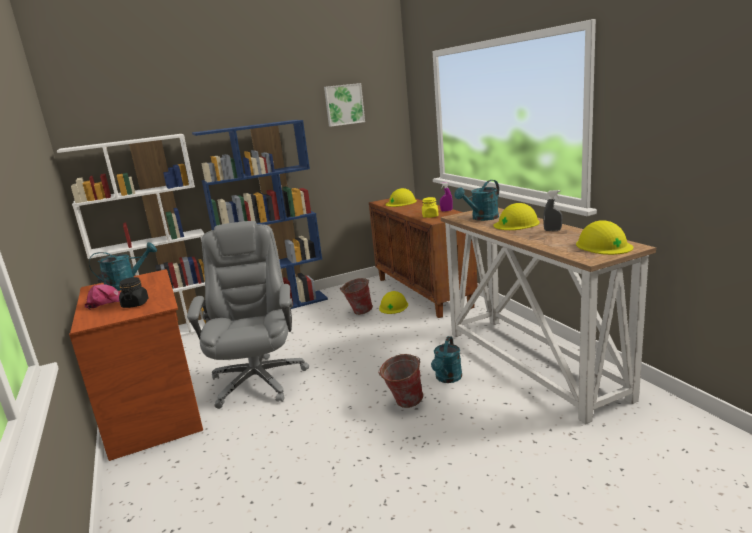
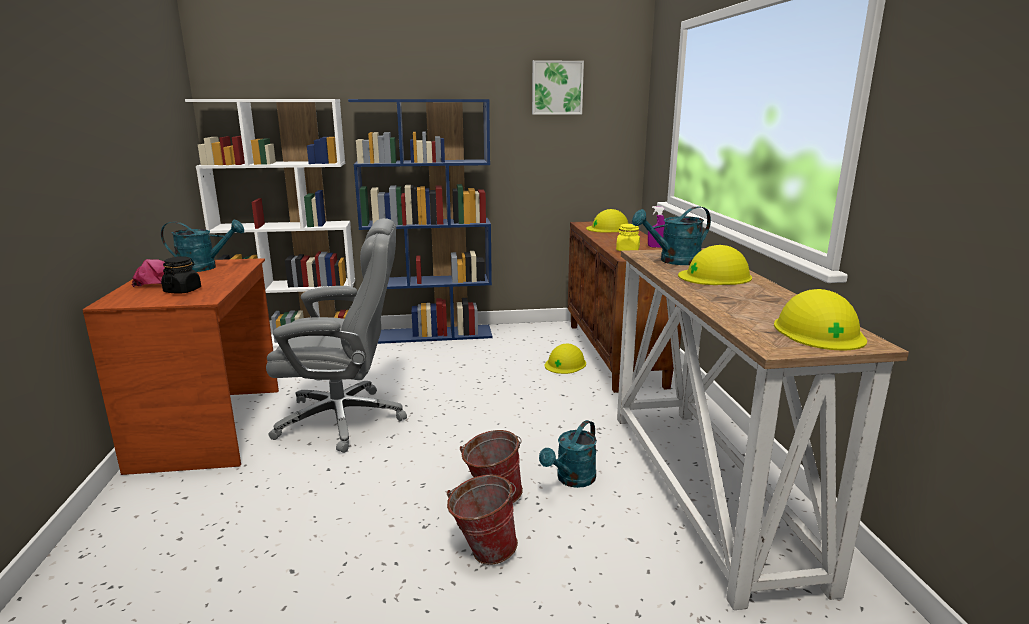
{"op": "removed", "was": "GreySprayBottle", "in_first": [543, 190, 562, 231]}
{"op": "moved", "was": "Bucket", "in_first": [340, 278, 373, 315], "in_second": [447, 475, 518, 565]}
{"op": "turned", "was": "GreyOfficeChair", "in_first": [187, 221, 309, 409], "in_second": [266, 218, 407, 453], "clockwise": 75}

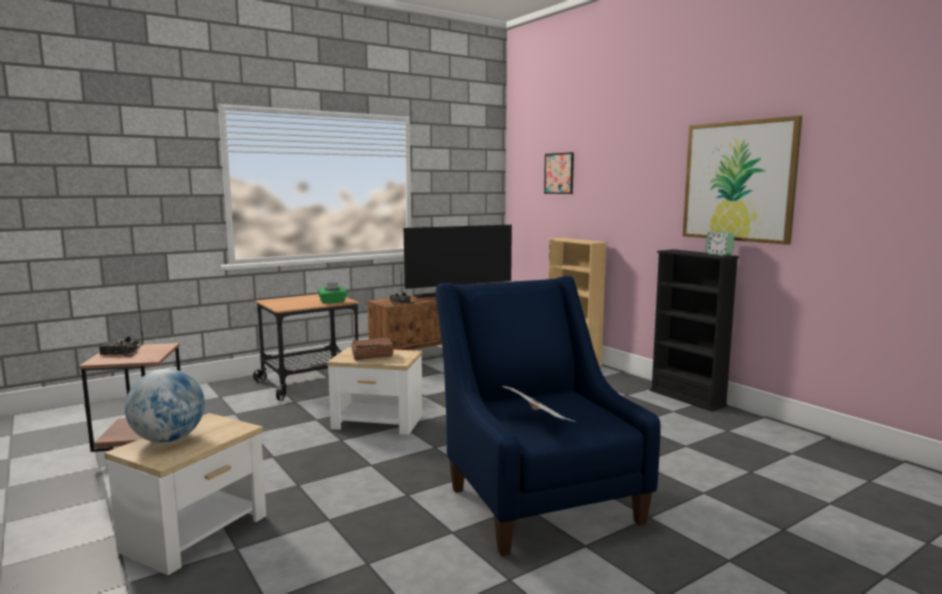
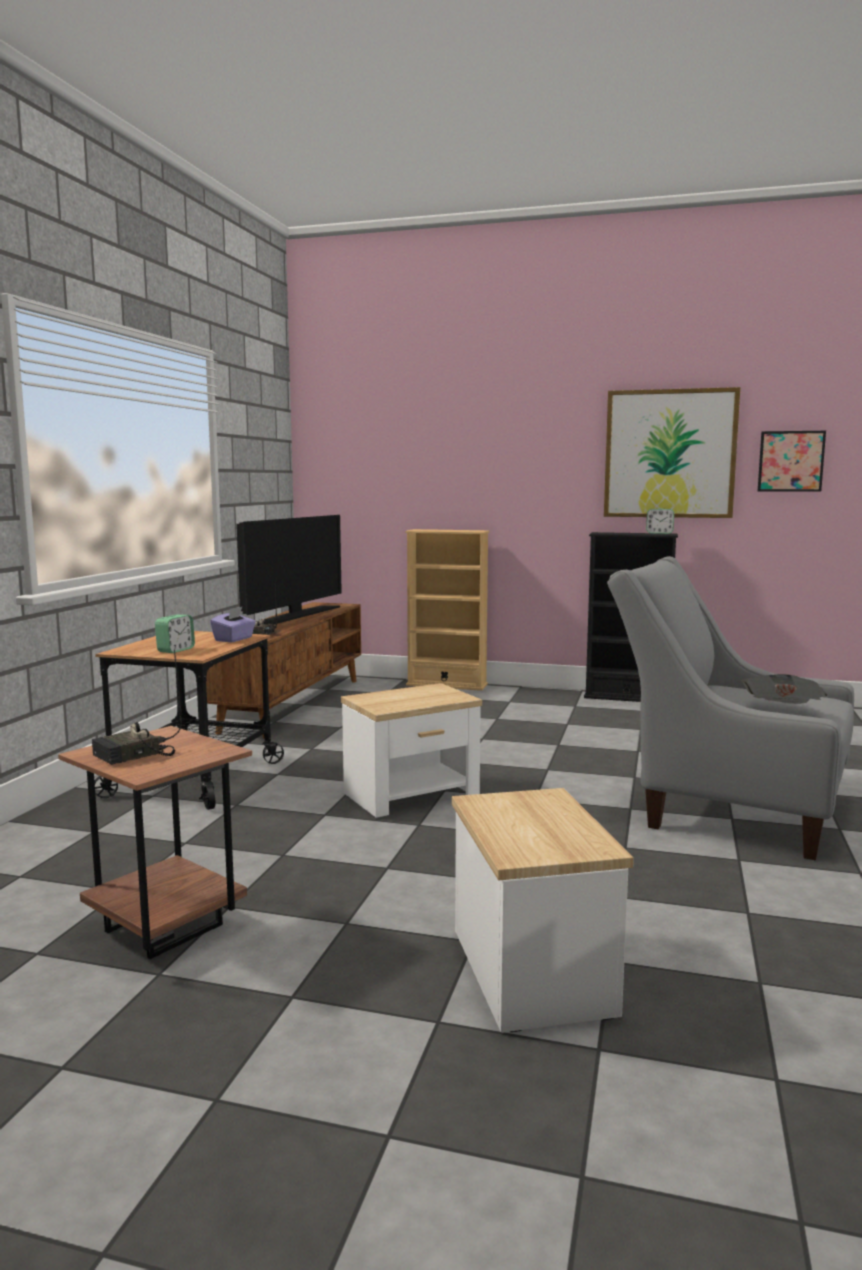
{"op": "removed", "was": "Globe", "in_first": [125, 369, 205, 443]}
{"op": "removed", "was": "BrownBook", "in_first": [351, 338, 394, 361]}
{"op": "added", "now": "AlarmClock", "in_second": [155, 615, 195, 653]}
{"op": "moved", "was": "Picture", "in_first": [544, 152, 574, 194], "in_second": [758, 431, 826, 492]}
{"op": "recoloured", "was": "GreenTissueBox", "now": "PurpleTissueBox", "in_first": [318, 283, 347, 304], "in_second": [210, 607, 256, 642]}
{"op": "recoloured", "was": "BlueArmchair", "now": "GreyArmchair", "in_first": [435, 276, 661, 556], "in_second": [607, 556, 854, 860]}

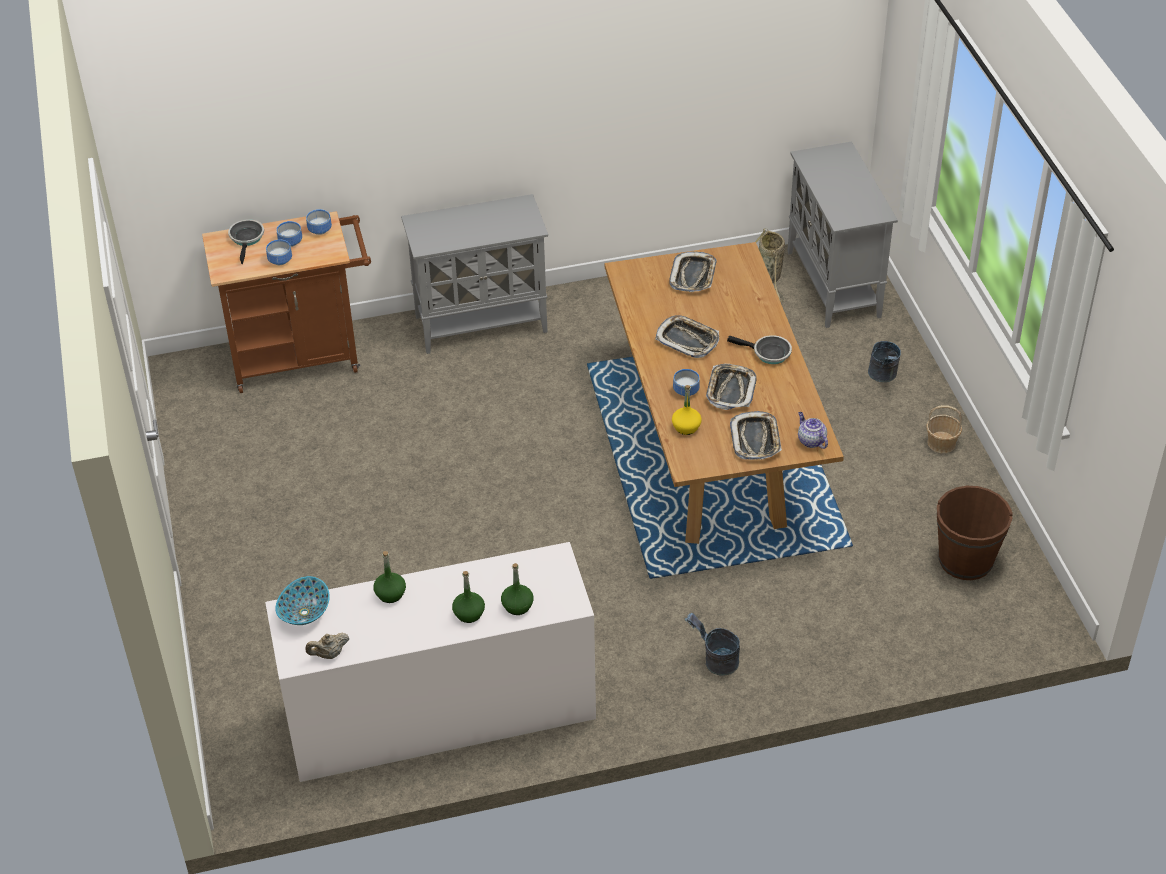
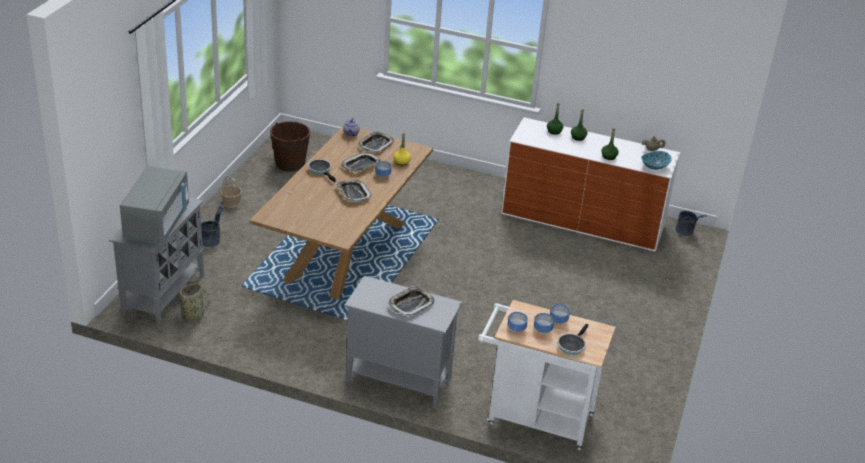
{"op": "added", "now": "GreyMicrowave", "in_second": [120, 166, 189, 244]}
{"op": "moved", "was": "Tray", "in_first": [669, 252, 717, 292], "in_second": [388, 286, 435, 317]}
{"op": "moved", "was": "GreyBucket", "in_first": [685, 613, 740, 676], "in_second": [675, 211, 707, 236]}
{"op": "recoloured", "was": "BrownCart", "now": "WhiteCart", "in_first": [202, 211, 371, 393], "in_second": [478, 300, 616, 450]}

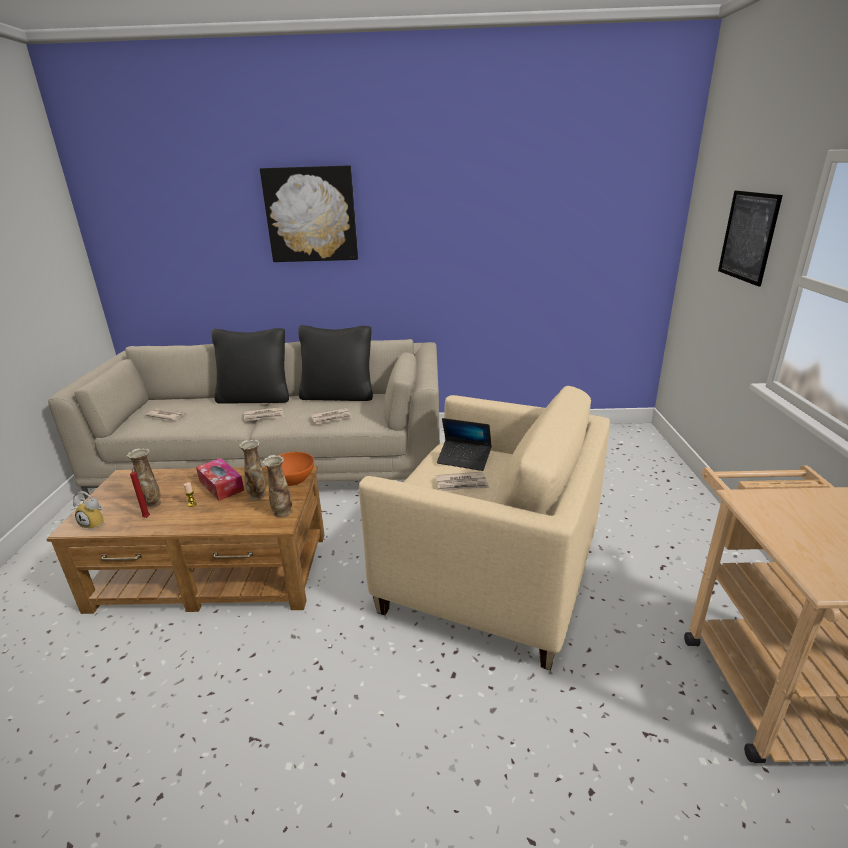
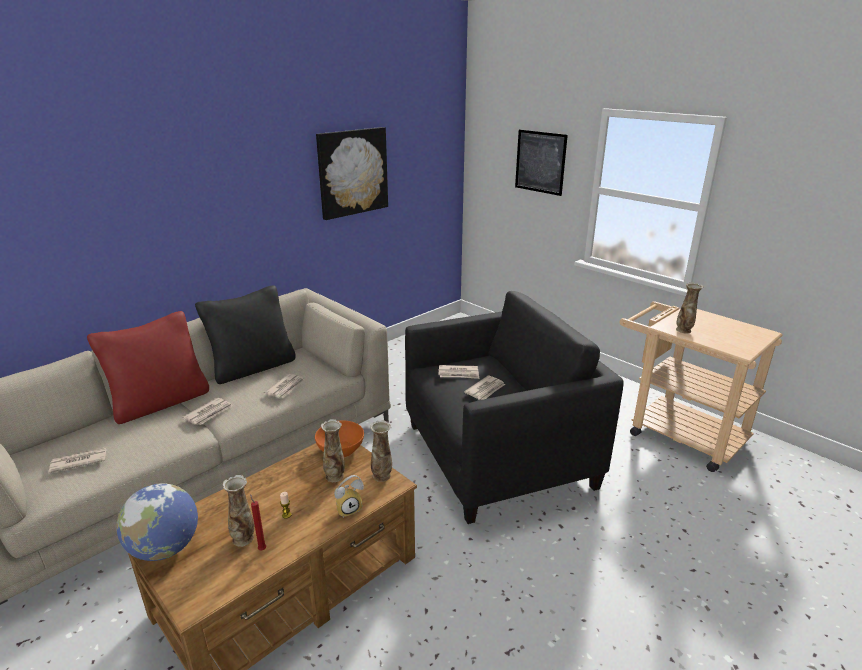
{"op": "removed", "was": "TissueBox", "in_first": [196, 458, 244, 501]}
{"op": "added", "now": "Globe", "in_second": [116, 483, 198, 561]}
{"op": "added", "now": "Vase", "in_second": [676, 282, 704, 333]}
{"op": "moved", "was": "AlarmClock", "in_first": [72, 491, 105, 529], "in_second": [334, 475, 364, 518]}
{"op": "moved", "was": "Picture", "in_first": [260, 165, 358, 262], "in_second": [316, 127, 388, 220]}
{"op": "replaced", "was": "Laptop", "now": "Newspaper", "in_first": [437, 418, 492, 471], "in_second": [439, 365, 479, 379]}
{"op": "recoloured", "was": "BlackPillow", "now": "RedPillow", "in_first": [212, 328, 289, 404], "in_second": [87, 311, 209, 424]}
{"op": "recoloured", "was": "BeigeArmchair", "now": "BlackArmchair", "in_first": [359, 386, 610, 671], "in_second": [405, 291, 624, 524]}

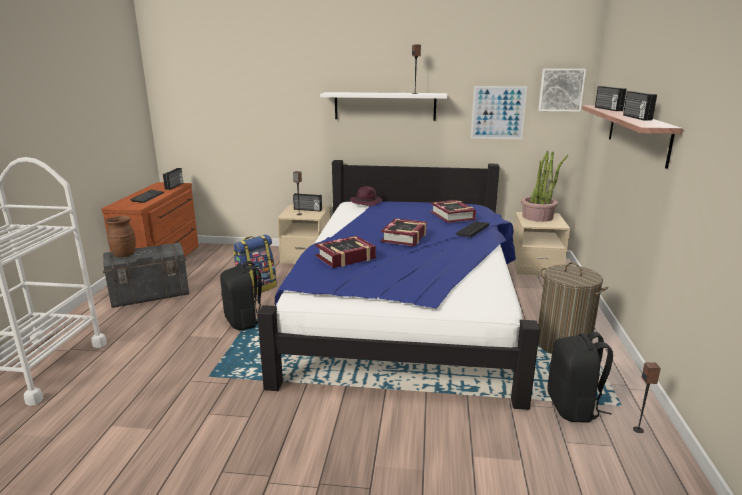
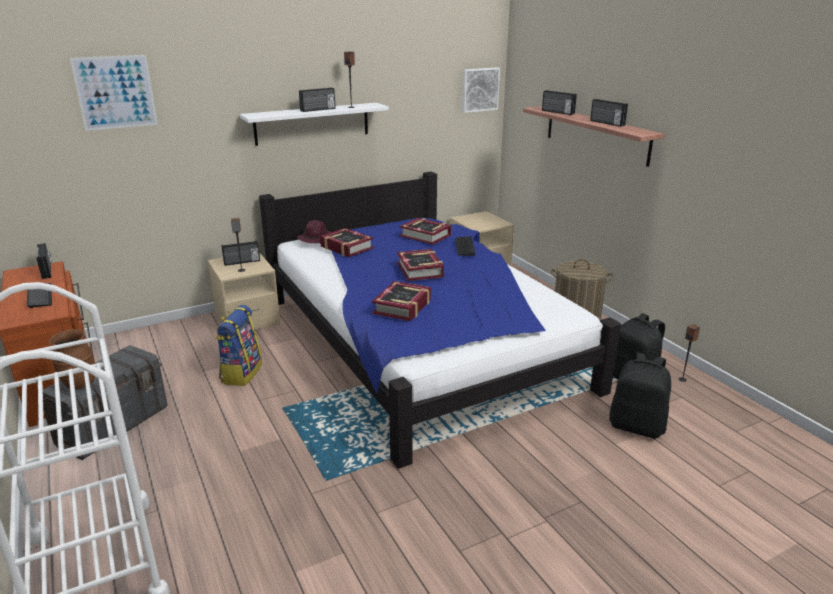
{"op": "removed", "was": "PottedPlant", "in_first": [521, 151, 568, 222]}
{"op": "added", "now": "Radio", "in_second": [299, 88, 336, 112]}
{"op": "added", "now": "Book", "in_second": [320, 228, 374, 257]}
{"op": "moved", "was": "BlackBackpack", "in_first": [220, 261, 262, 330], "in_second": [609, 352, 671, 439]}
{"op": "moved", "was": "Picture", "in_first": [471, 86, 527, 139], "in_second": [70, 55, 158, 131]}

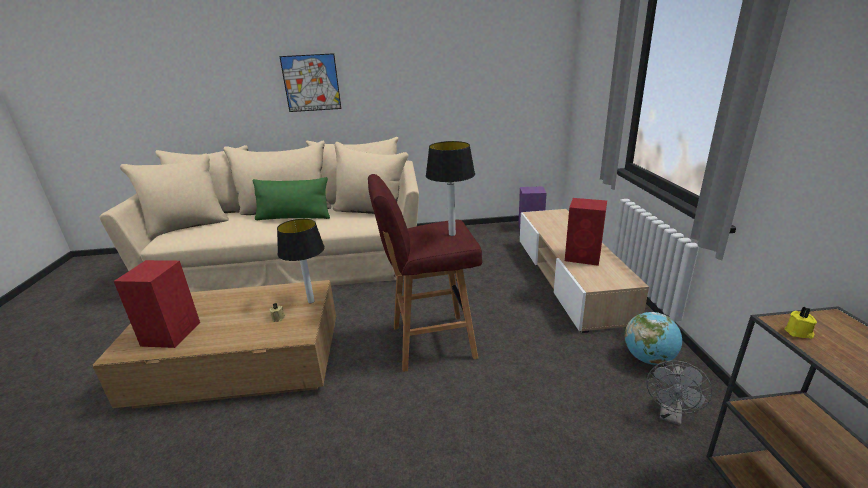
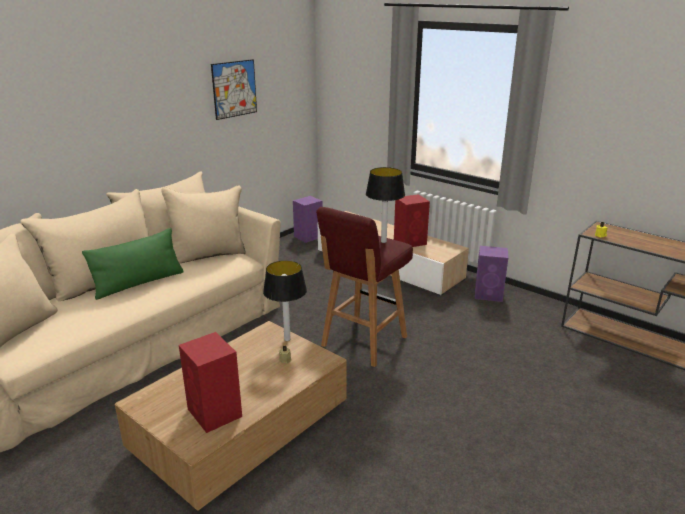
{"op": "removed", "was": "GreyFan", "in_first": [646, 360, 712, 425]}
{"op": "moved", "was": "Picture", "in_first": [279, 53, 341, 112], "in_second": [211, 59, 257, 120]}
{"op": "replaced", "was": "Globe", "now": "PurpleSpeaker", "in_first": [624, 312, 682, 365], "in_second": [475, 246, 508, 302]}

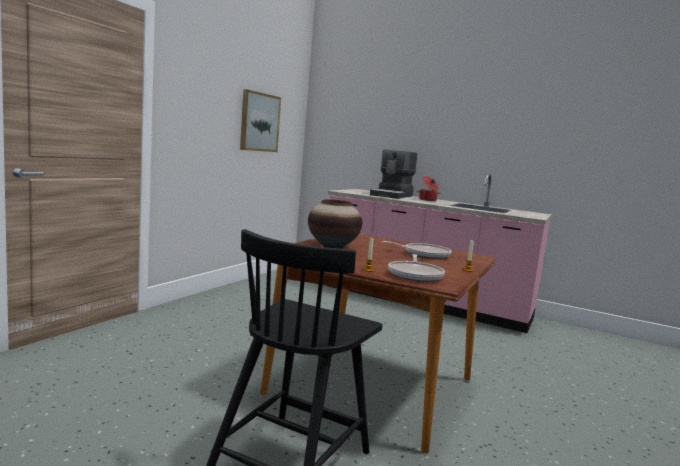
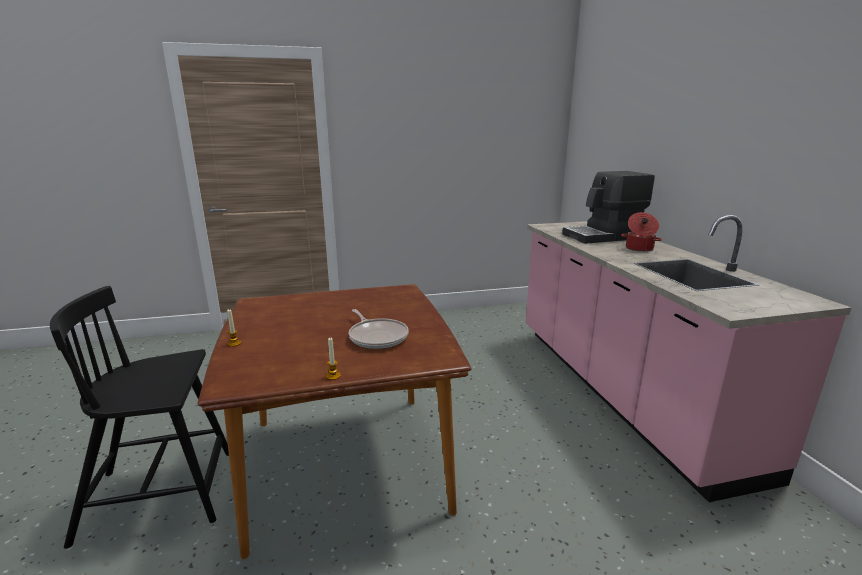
{"op": "removed", "was": "Picture", "in_first": [240, 89, 281, 152]}
{"op": "removed", "was": "Vase", "in_first": [308, 199, 362, 249]}
{"op": "removed", "was": "FryingPan", "in_first": [388, 254, 445, 282]}

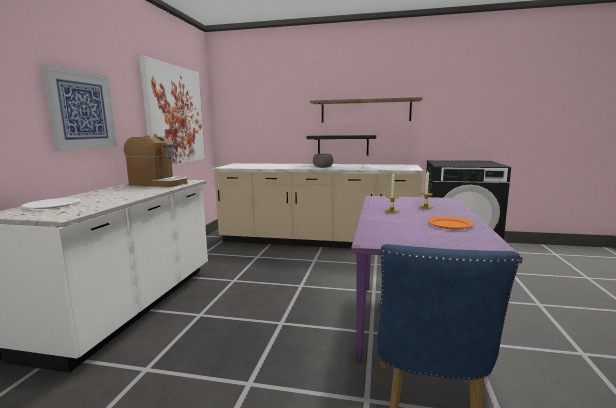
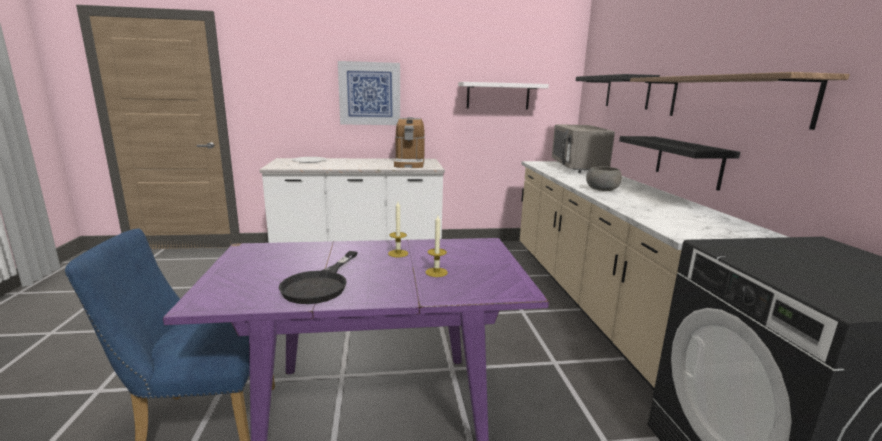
{"op": "added", "now": "GreyMicrowave", "in_second": [552, 124, 615, 173]}
{"op": "added", "now": "BlackShelf", "in_second": [576, 74, 660, 109]}
{"op": "replaced", "was": "Picture", "now": "WhiteShelf", "in_first": [139, 56, 205, 165], "in_second": [458, 82, 549, 110]}
{"op": "replaced", "was": "OrangePlate", "now": "BlackFryingPan", "in_first": [427, 217, 474, 230], "in_second": [278, 251, 358, 304]}

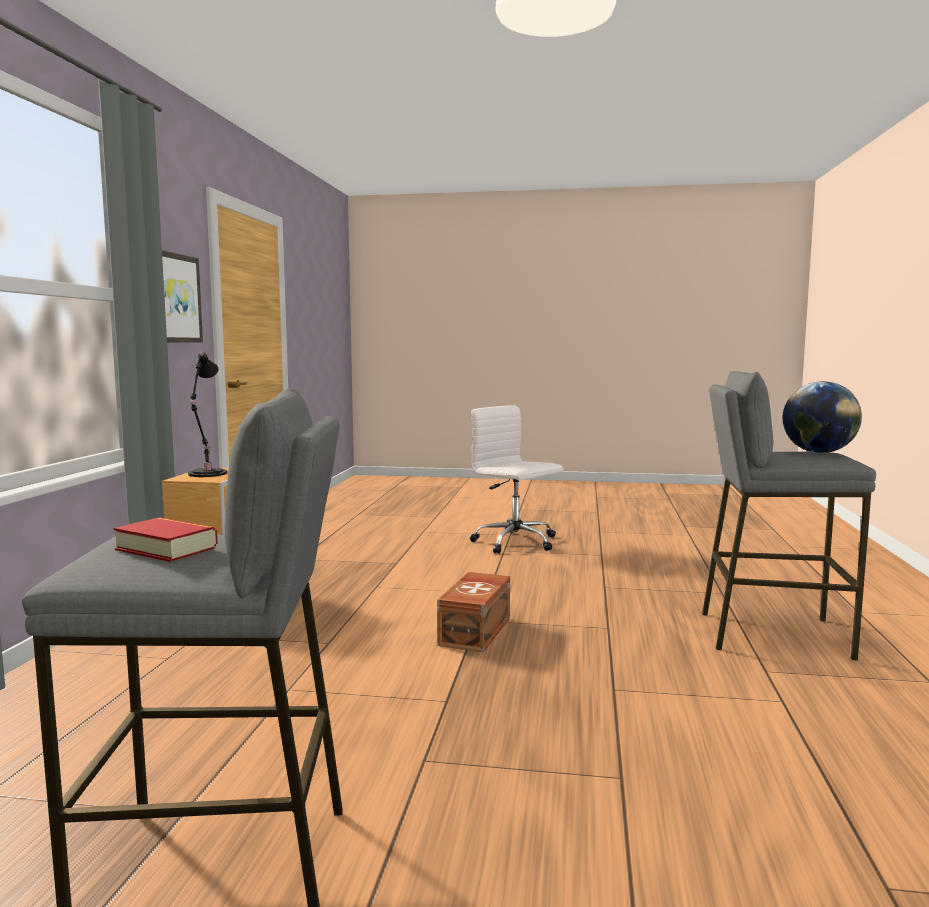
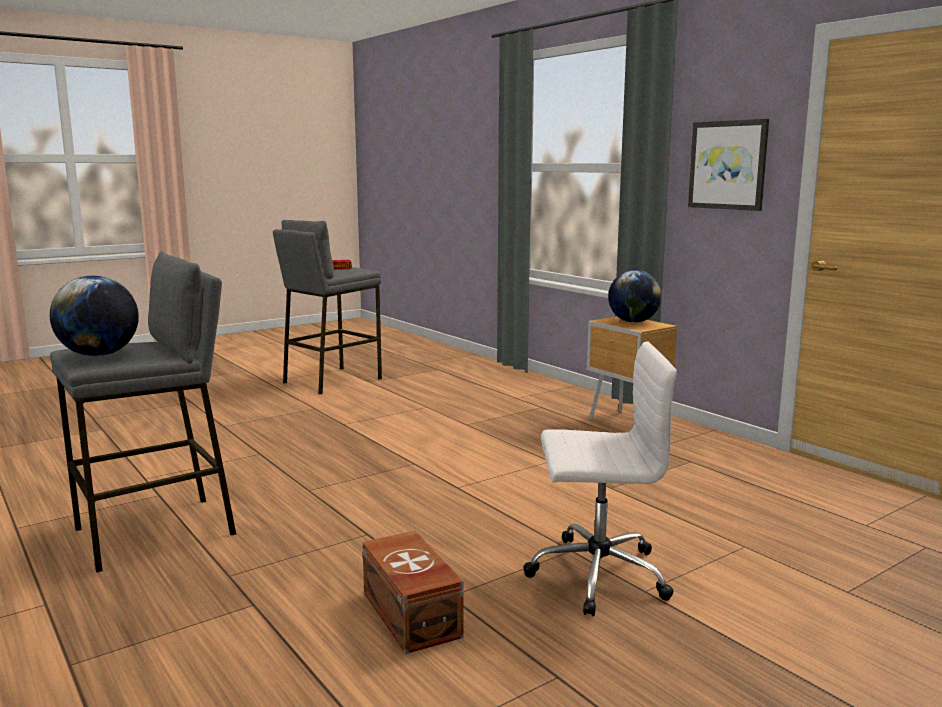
{"op": "moved", "was": "BrownStorageBox", "in_first": [437, 572, 510, 652], "in_second": [362, 531, 464, 654]}
{"op": "replaced", "was": "BlackTableLamp", "now": "Globe", "in_first": [188, 352, 227, 477], "in_second": [608, 270, 662, 323]}

